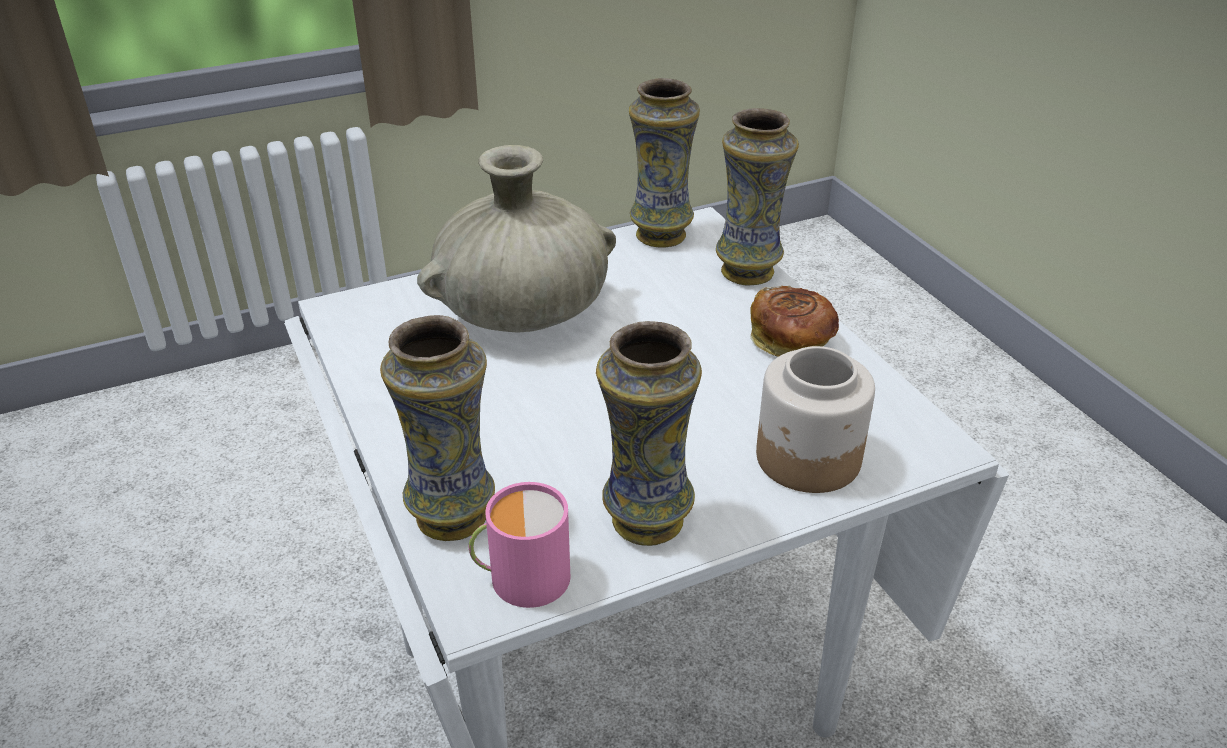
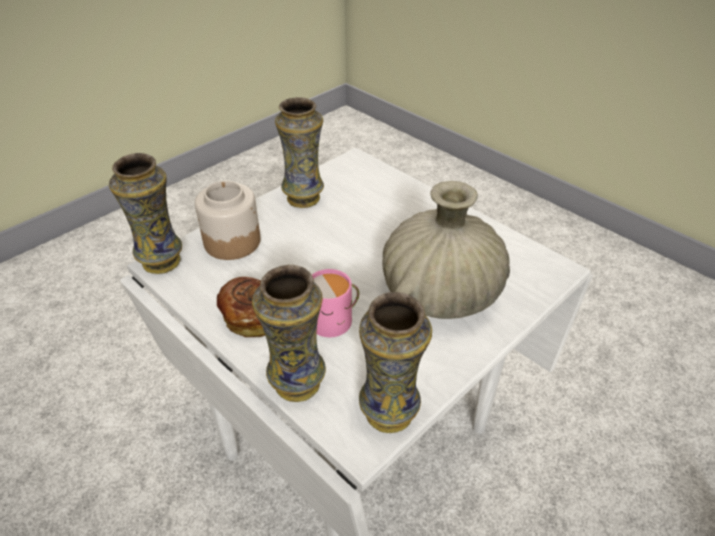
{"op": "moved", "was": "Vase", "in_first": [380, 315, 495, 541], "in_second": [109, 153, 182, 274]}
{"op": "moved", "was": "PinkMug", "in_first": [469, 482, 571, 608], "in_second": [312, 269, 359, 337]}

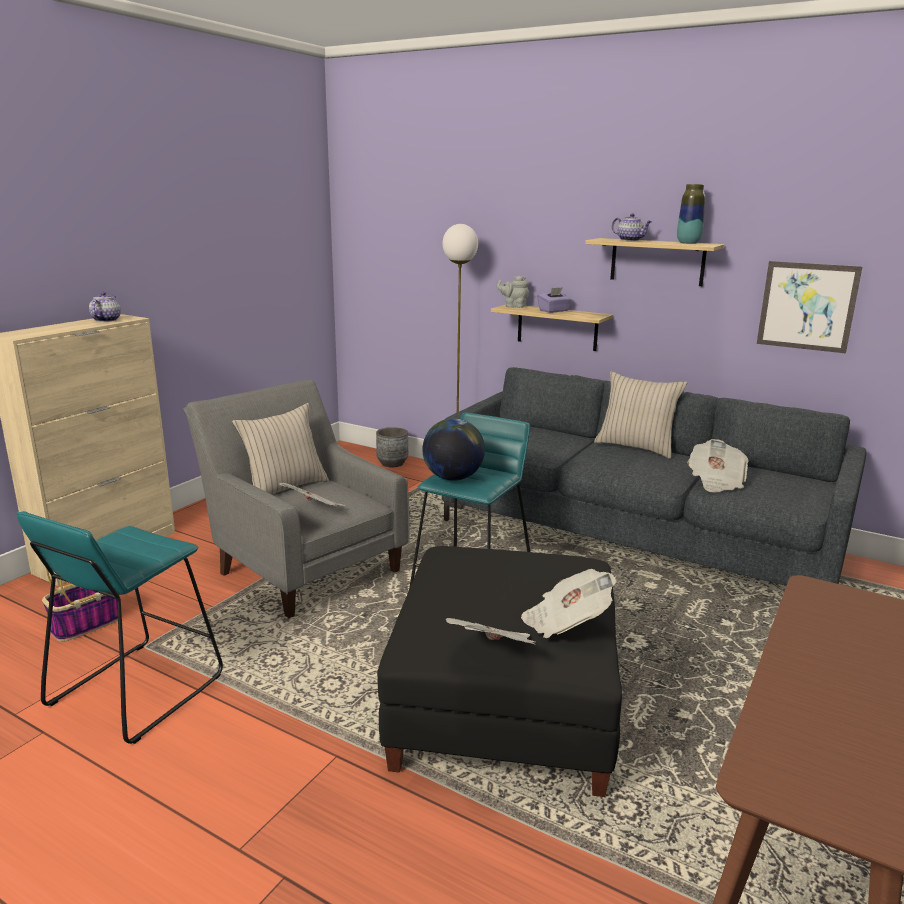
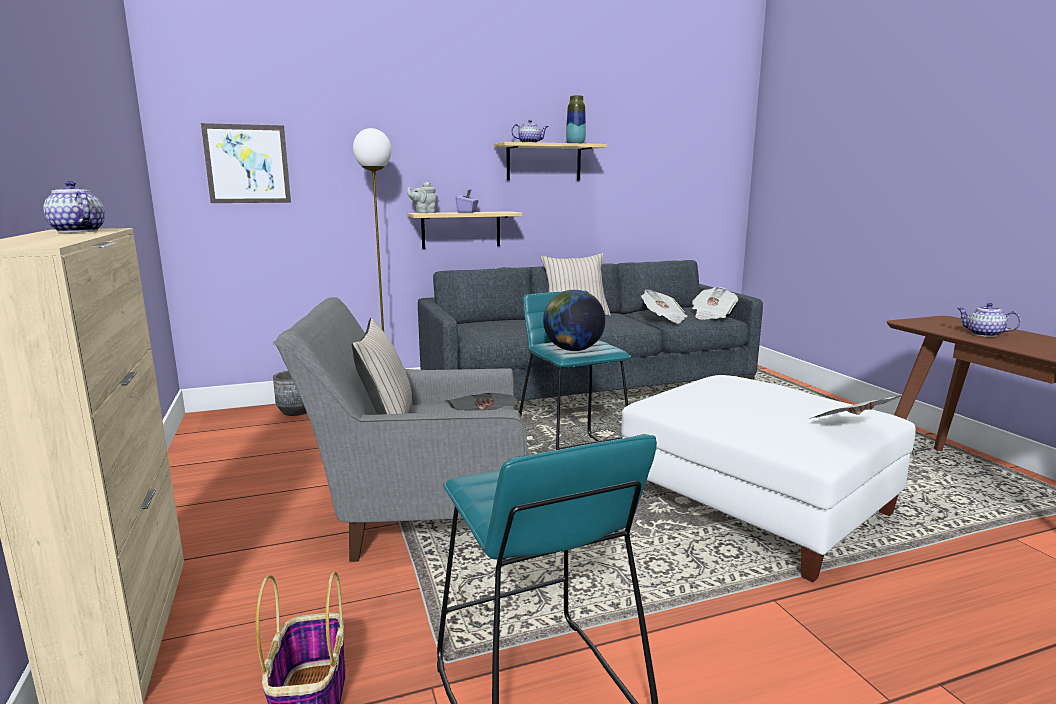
{"op": "added", "now": "Teapot", "in_second": [957, 303, 1021, 337]}
{"op": "moved", "was": "Newspaper", "in_first": [521, 569, 617, 638], "in_second": [692, 287, 738, 320]}
{"op": "moved", "was": "Picture", "in_first": [757, 261, 863, 353], "in_second": [201, 123, 291, 203]}
{"op": "recoloured", "was": "BlackOttoman", "now": "WhiteOttoman", "in_first": [377, 546, 622, 797], "in_second": [621, 375, 916, 582]}

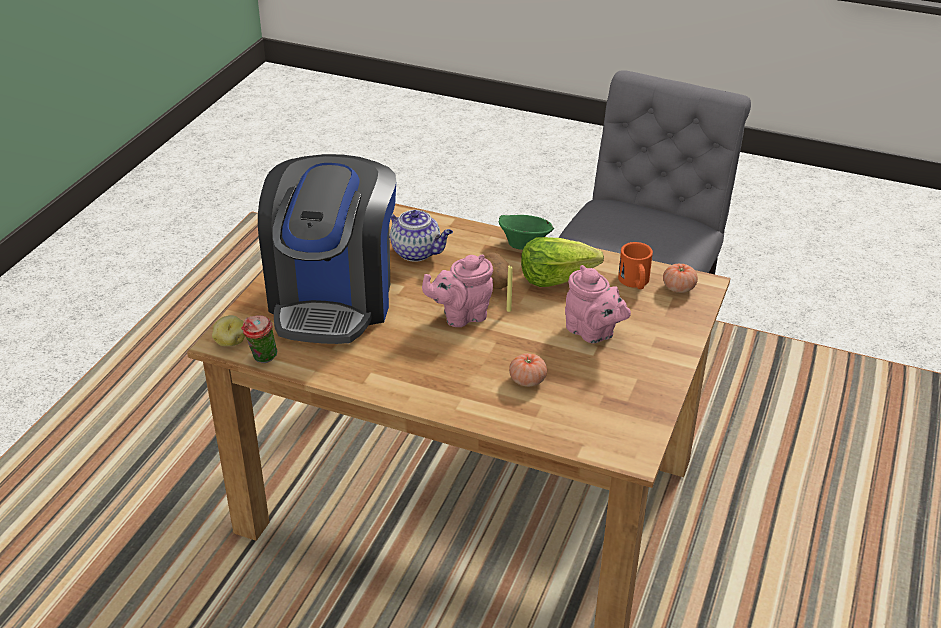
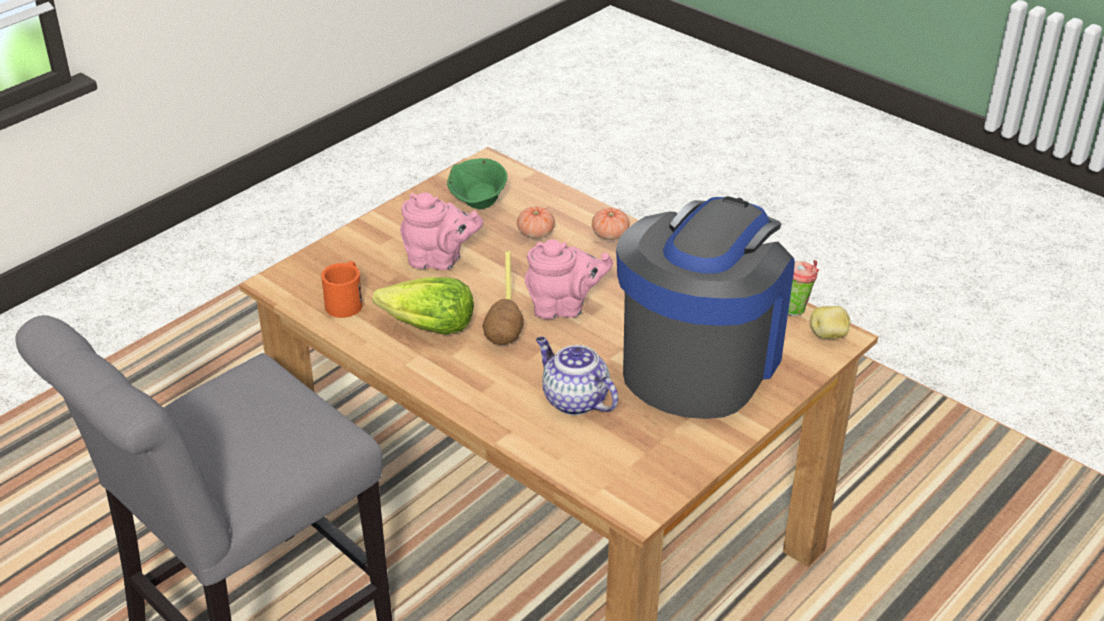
{"op": "moved", "was": "GreenBowl", "in_first": [499, 215, 554, 250], "in_second": [447, 158, 507, 209]}
{"op": "moved", "was": "Tomato", "in_first": [663, 264, 698, 293], "in_second": [592, 208, 630, 240]}
{"op": "turned", "was": "PinkTeapot", "in_first": [565, 265, 631, 344], "in_second": [400, 193, 483, 270], "clockwise": 120}

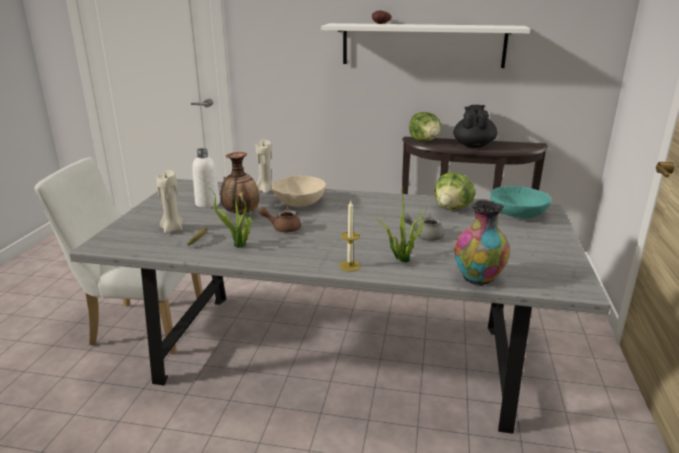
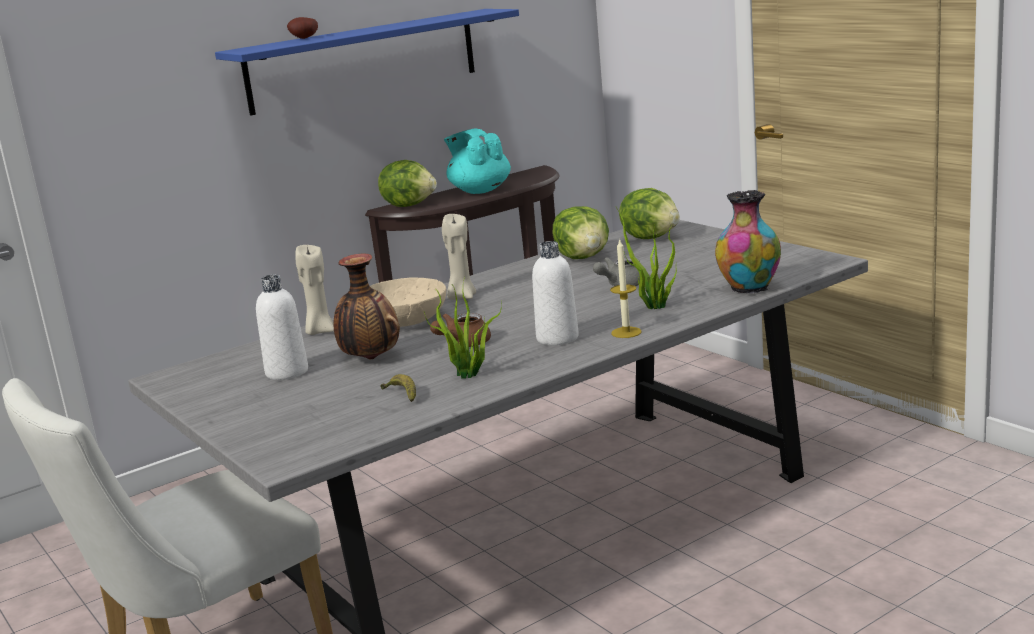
{"op": "added", "now": "WhiteBottle", "in_second": [532, 241, 579, 345]}
{"op": "moved", "was": "BeigeCandle", "in_first": [156, 170, 183, 233], "in_second": [442, 214, 476, 300]}
{"op": "replaced", "was": "TurquoiseBowl", "now": "Lettuce", "in_first": [490, 186, 552, 219], "in_second": [619, 188, 680, 239]}
{"op": "recoloured", "was": "WhiteShelf", "now": "BlueShelf", "in_first": [321, 23, 530, 68], "in_second": [215, 9, 519, 116]}
{"op": "recoloured", "was": "BlackTeapot", "now": "TurquoiseTeapot", "in_first": [454, 105, 497, 148], "in_second": [444, 128, 511, 194]}

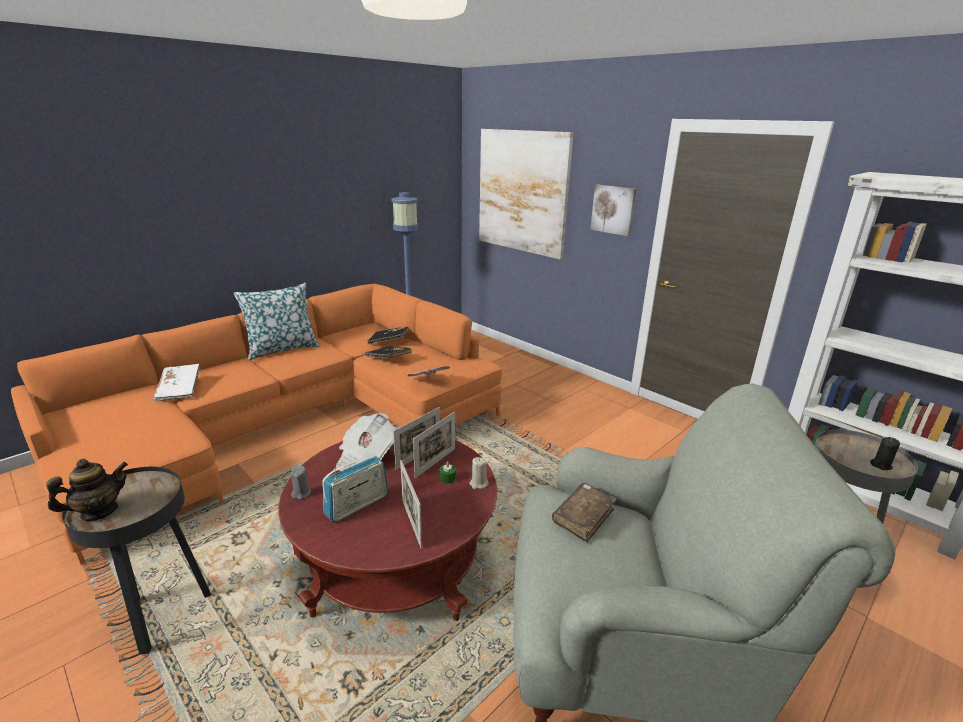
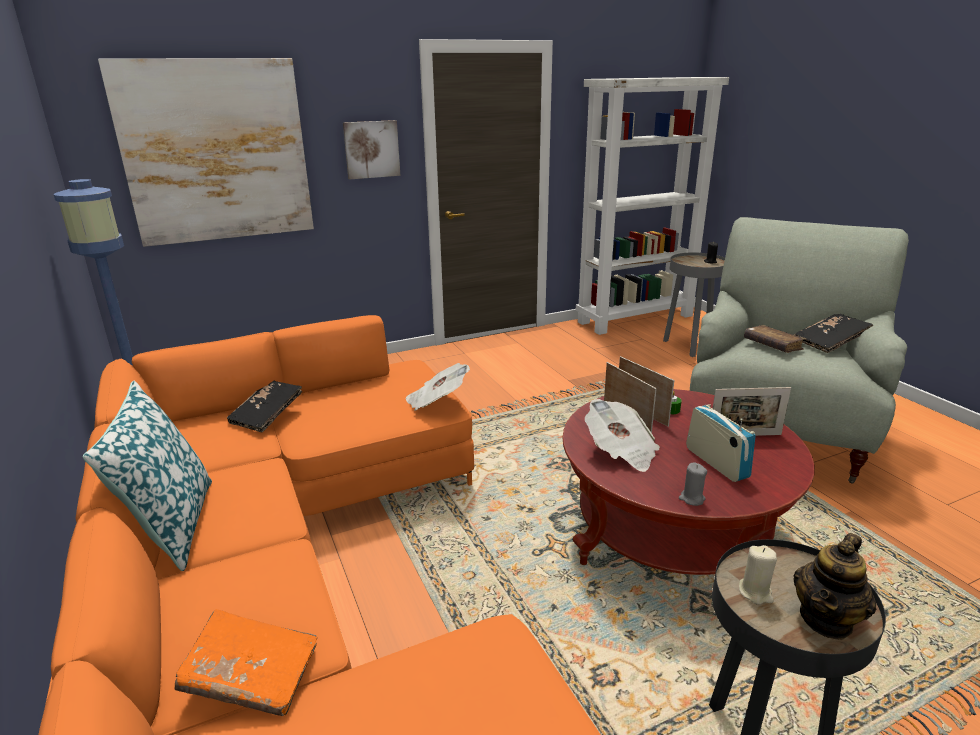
{"op": "moved", "was": "BlackBook", "in_first": [365, 346, 412, 359], "in_second": [794, 314, 873, 353]}
{"op": "moved", "was": "BeigeCandle", "in_first": [469, 457, 489, 489], "in_second": [739, 545, 777, 605]}
{"op": "recoloured", "was": "WhiteBook", "now": "OrangeBook", "in_first": [154, 364, 200, 402], "in_second": [174, 609, 317, 716]}
{"op": "turned", "was": "Teapot", "in_first": [46, 459, 128, 521], "in_second": [793, 533, 876, 640], "clockwise": -120}

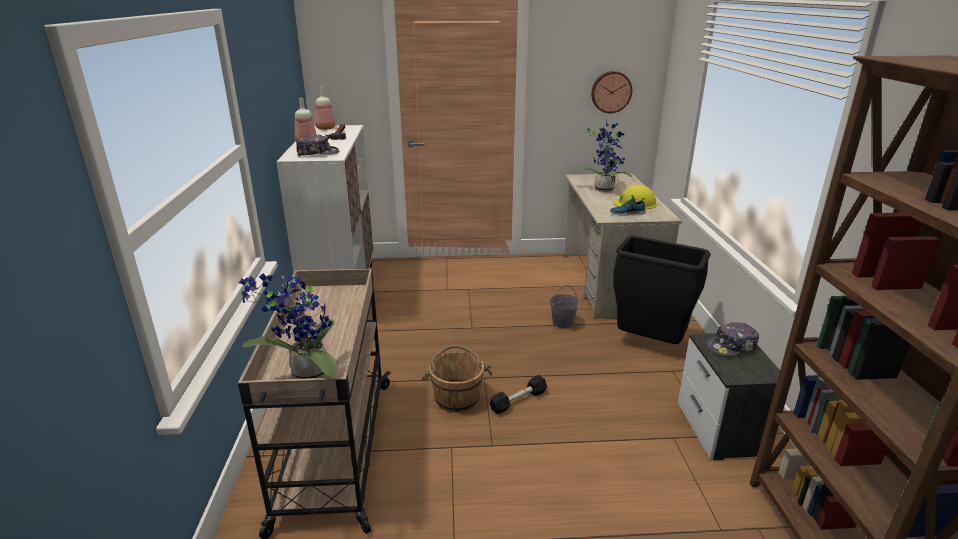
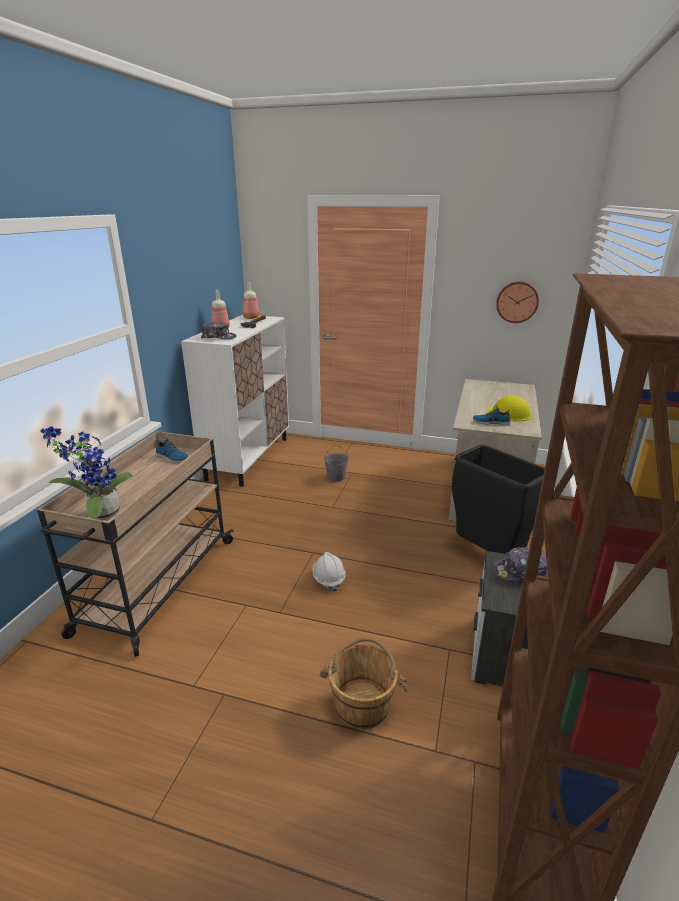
{"op": "removed", "was": "PottedPlant", "in_first": [573, 121, 632, 192]}
{"op": "added", "now": "Shoe", "in_second": [156, 438, 189, 463]}
{"op": "moved", "was": "BrownBucket", "in_first": [421, 345, 493, 413], "in_second": [320, 637, 408, 730]}
{"op": "moved", "was": "GreyBucket", "in_first": [550, 285, 579, 329], "in_second": [324, 445, 349, 482]}
{"op": "replaced", "was": "BlackDumbbell", "now": "WhiteHardHat", "in_first": [490, 375, 547, 414], "in_second": [312, 552, 346, 592]}

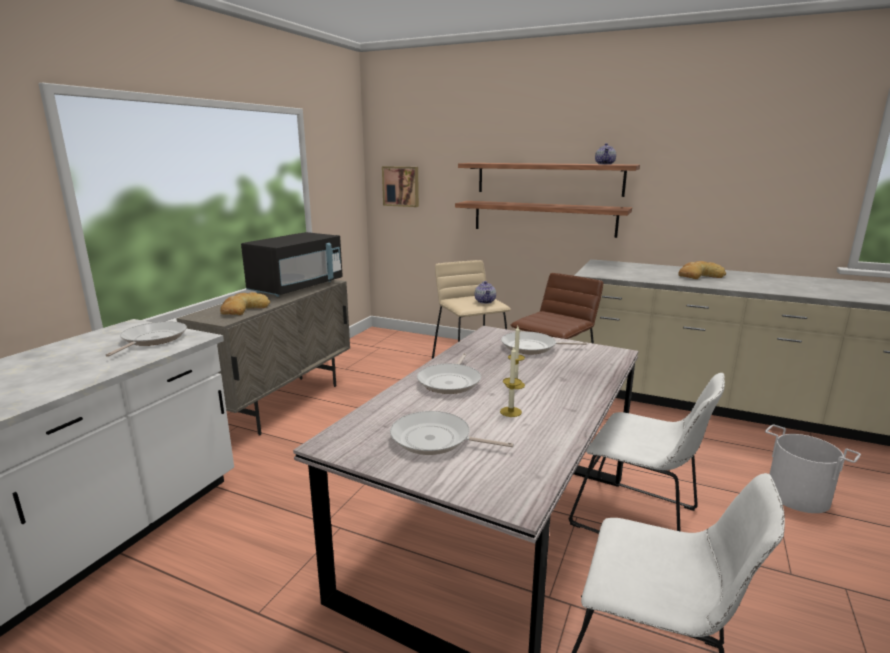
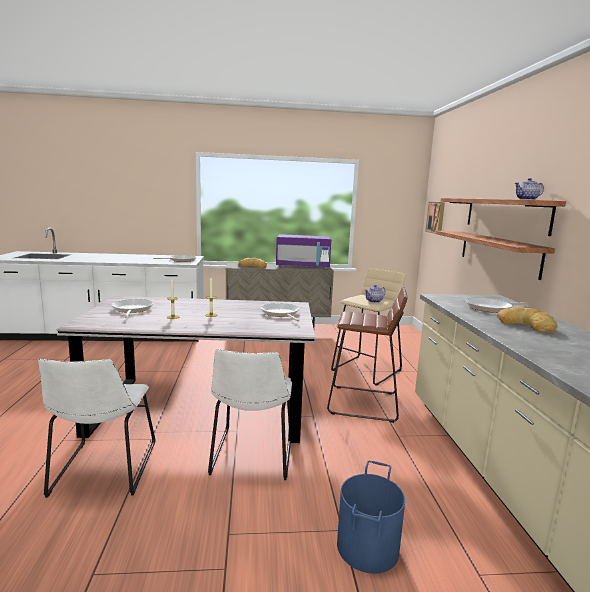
{"op": "moved", "was": "FryingPan", "in_first": [417, 353, 481, 394], "in_second": [465, 298, 527, 313]}
{"op": "recoloured", "was": "BlackMicrowave", "now": "PurpleMicrowave", "in_first": [241, 232, 343, 297], "in_second": [276, 234, 331, 269]}
{"op": "recoloured", "was": "WhiteBucket", "now": "BlueBucket", "in_first": [765, 425, 861, 513], "in_second": [337, 460, 405, 574]}

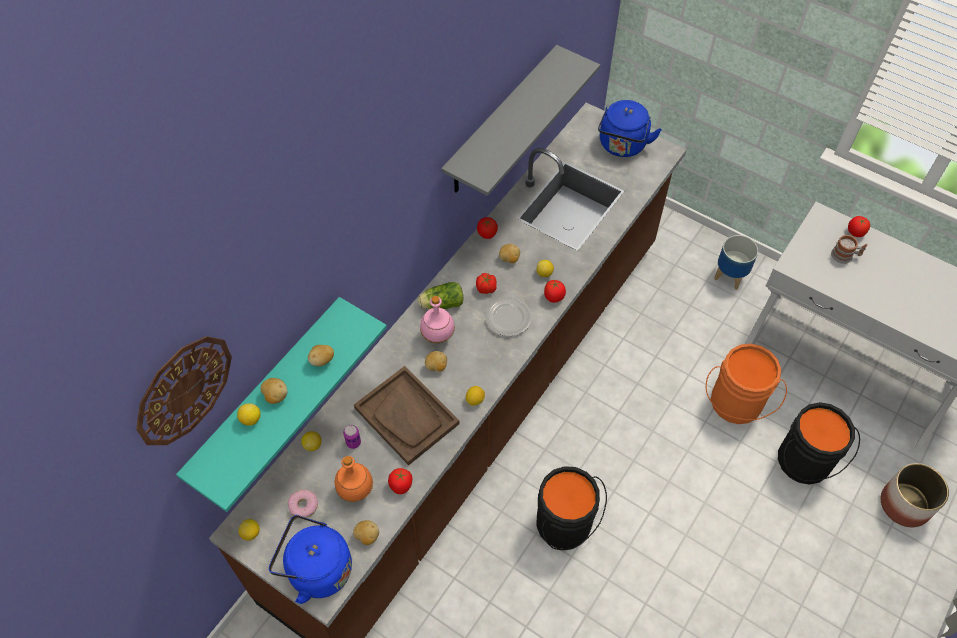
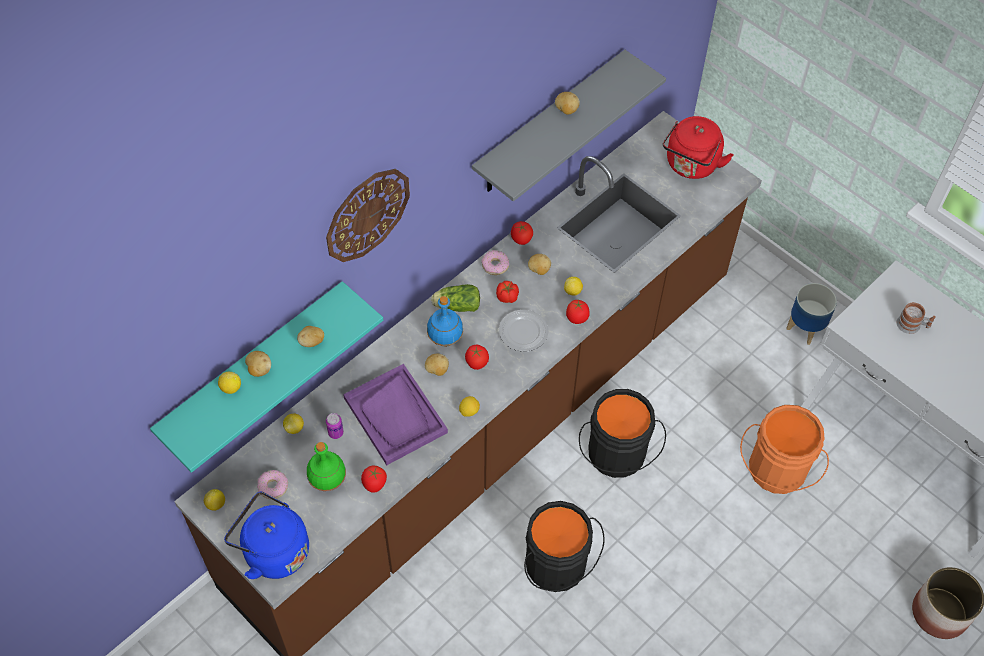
{"op": "added", "now": "Donut", "in_second": [481, 250, 509, 275]}
{"op": "moved", "was": "WallClock", "in_first": [136, 336, 232, 445], "in_second": [326, 169, 410, 262]}
{"op": "moved", "was": "Potato", "in_first": [353, 520, 379, 545], "in_second": [555, 92, 580, 114]}
{"op": "moved", "was": "BlackBucket", "in_first": [778, 402, 860, 485], "in_second": [579, 389, 666, 478]}
{"op": "moved", "was": "Tomato", "in_first": [848, 216, 870, 237], "in_second": [465, 345, 489, 370]}
{"op": "recoloured", "was": "OrangeBottle", "now": "GreenBottle", "in_first": [335, 456, 373, 502], "in_second": [307, 442, 346, 491]}
{"op": "recoloured", "was": "BrownTray", "now": "PurpleTray", "in_first": [354, 366, 460, 465], "in_second": [343, 364, 448, 465]}
{"op": "recoloured", "was": "PinkBottle", "now": "BlueBottle", "in_first": [420, 296, 455, 344], "in_second": [427, 296, 463, 347]}
{"op": "recoloured", "was": "BlueKettle", "now": "RedKettle", "in_first": [598, 100, 662, 157], "in_second": [663, 116, 734, 179]}

